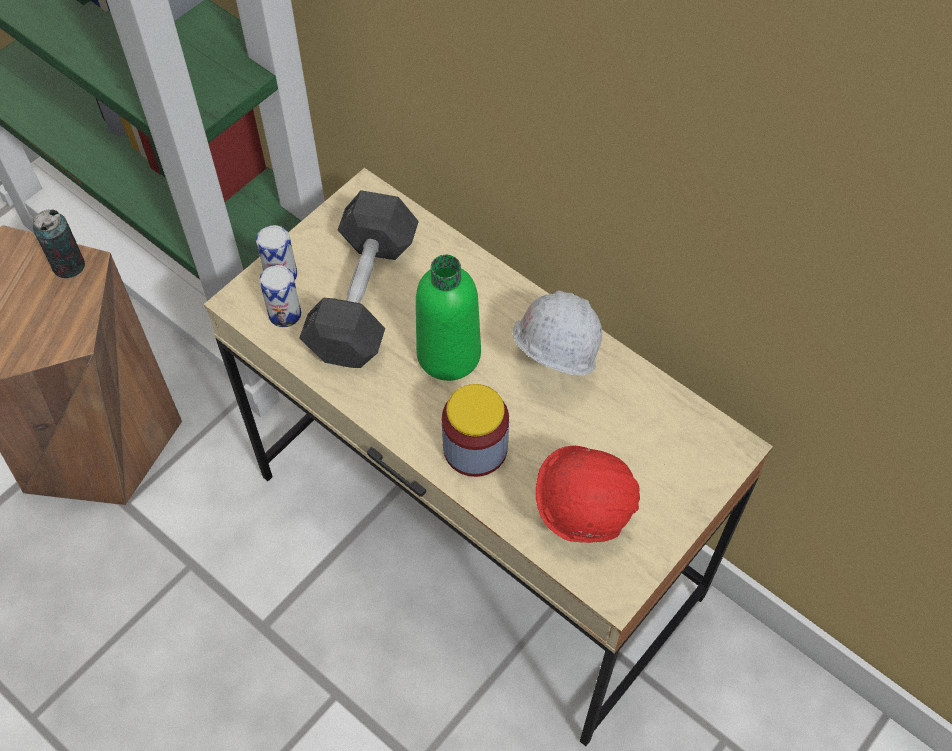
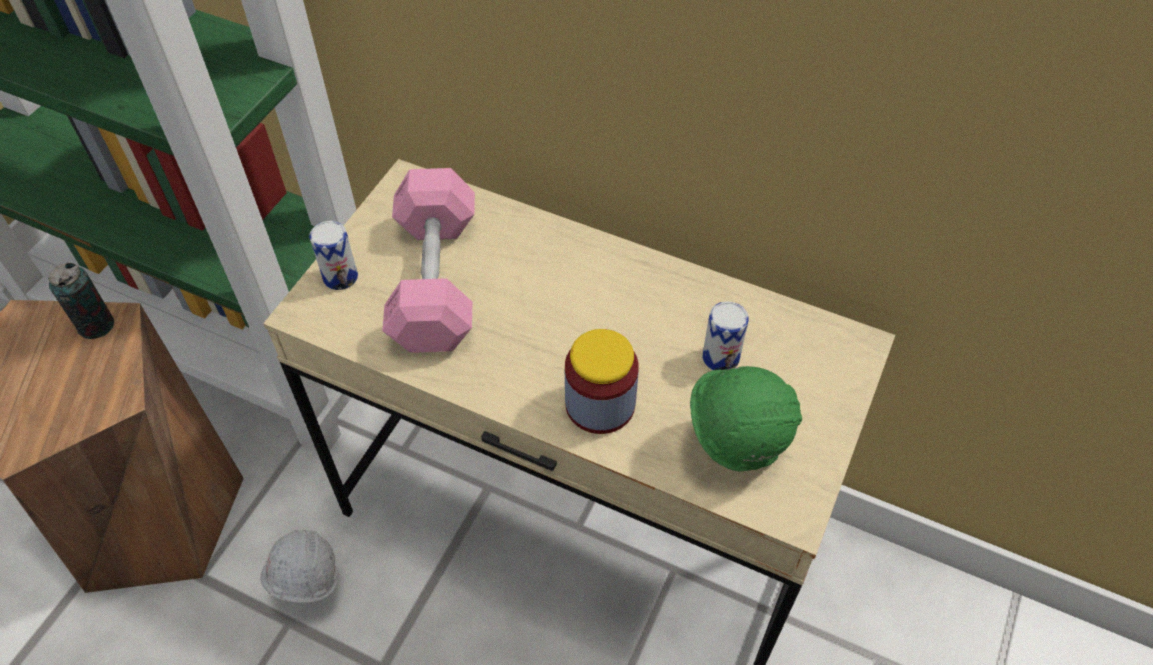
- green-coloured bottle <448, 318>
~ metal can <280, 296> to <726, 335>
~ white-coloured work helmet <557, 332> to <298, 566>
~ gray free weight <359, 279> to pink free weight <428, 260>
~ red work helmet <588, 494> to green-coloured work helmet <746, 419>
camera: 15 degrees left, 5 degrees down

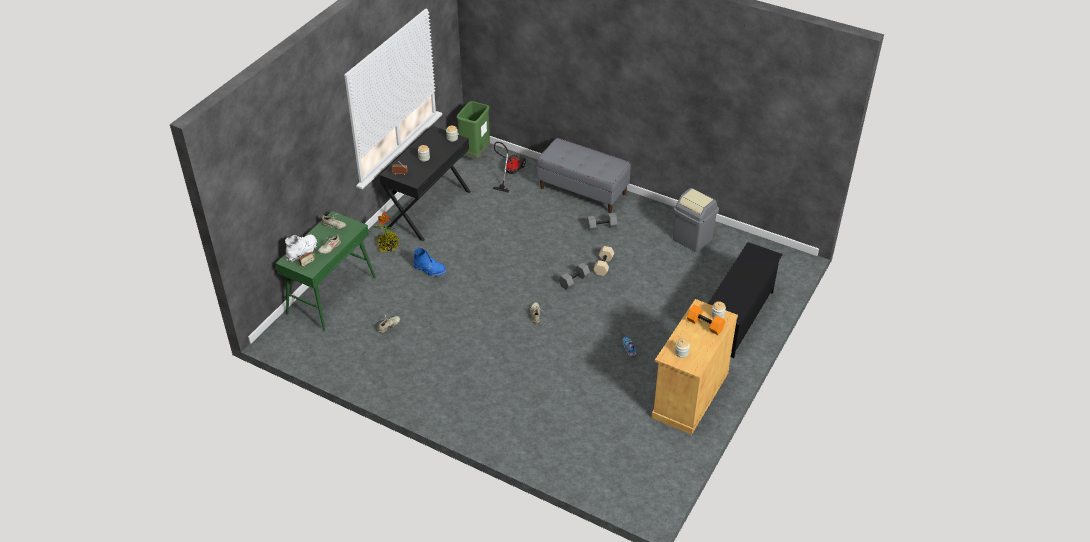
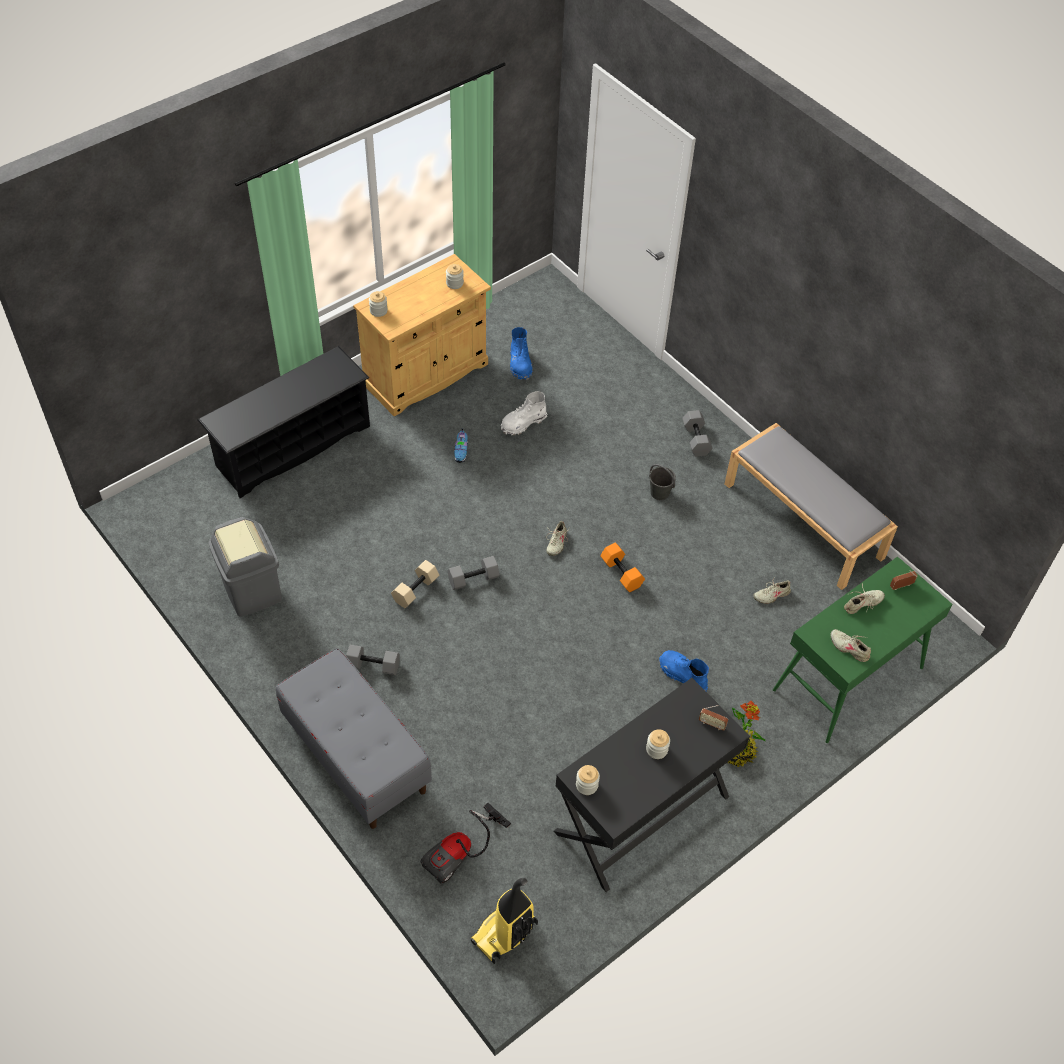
+ blue tall boot <521, 353>
+ gray bucket <662, 482>
+ gray free weight <697, 433>
+ gray bench <811, 506>
~ white-coloured tall boot <301, 248> to <524, 413>
~ orange free weight <706, 320> to <622, 567>
~ green-coloured waste bin <473, 130> to hoover <504, 921>
camera: 160 degrees left, 10 degrees up

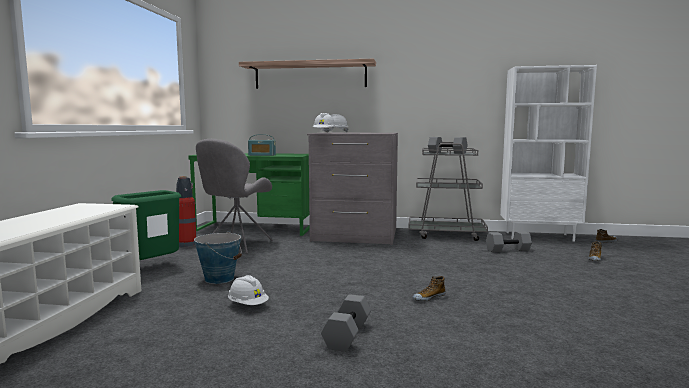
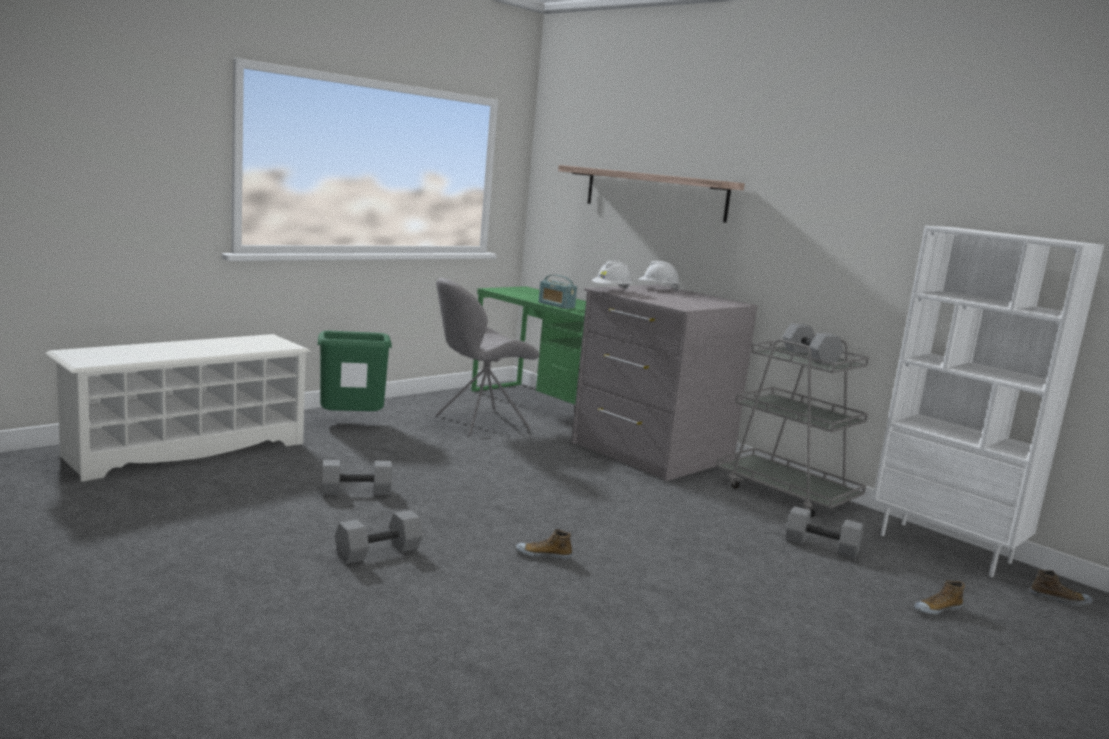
- fire extinguisher <186, 211>
- bucket <218, 257>
~ white-coloured work helmet <248, 290> to gray free weight <357, 477>
camera: 35 degrees right, 5 degrees up

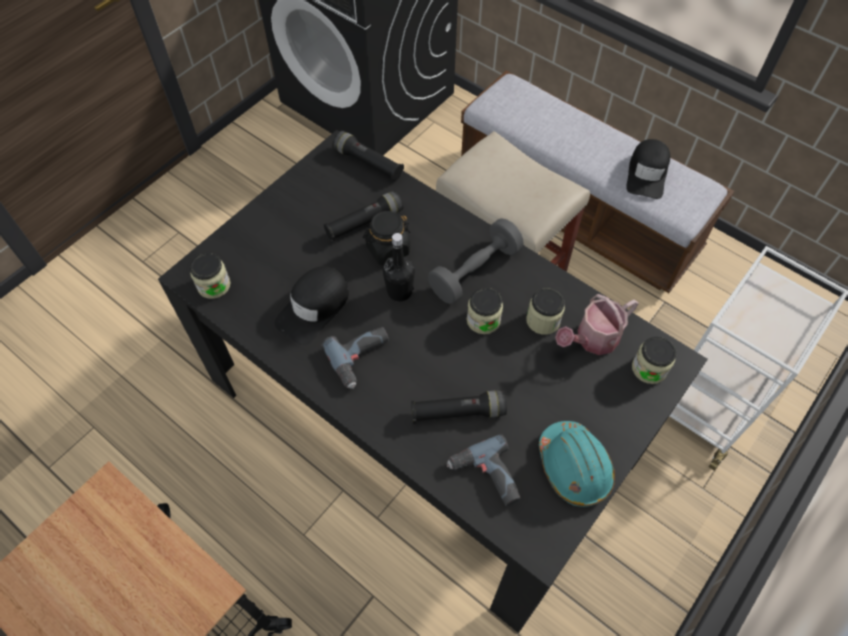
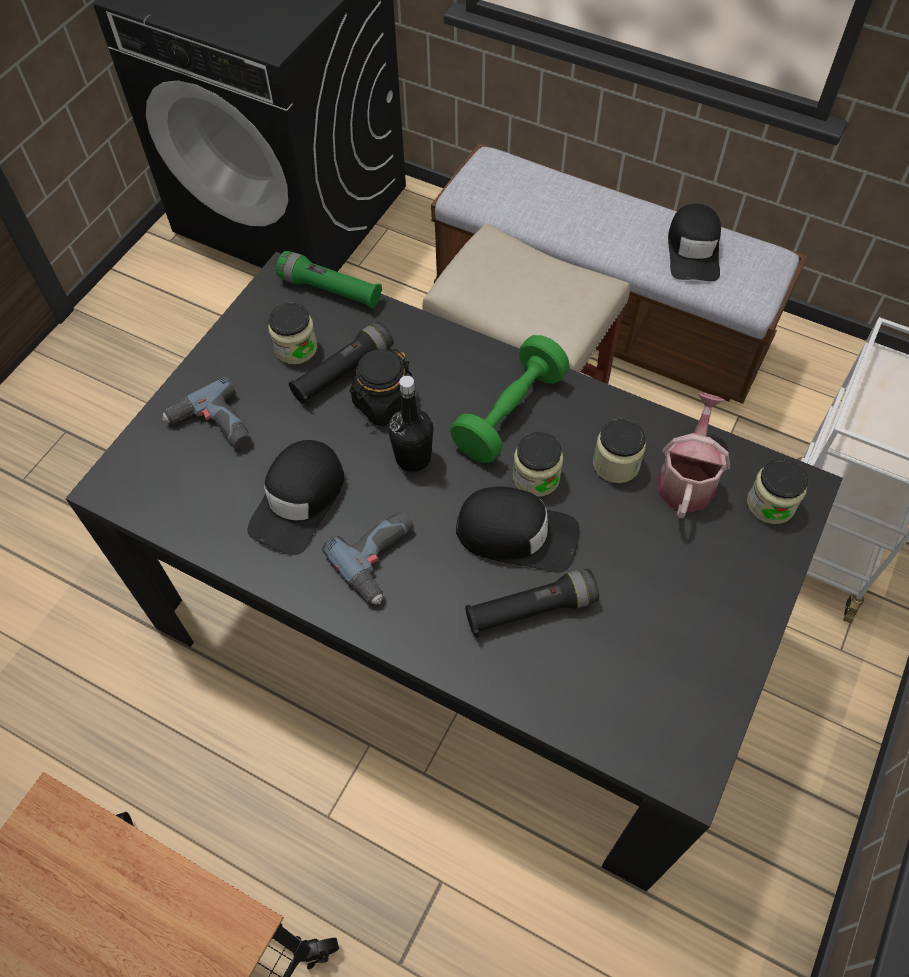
- turquoise-coloured work helmet <577, 464>
+ blackish cap <517, 529>
~ storage jar <210, 276> to <292, 333>
~ drill <483, 470> to <206, 412>
~ blackish torch <368, 156> to green-coloured torch <329, 279>
~ gray free weight <476, 261> to green-coloured free weight <510, 399>
~ watering pot <597, 324> = <693, 455> 150 degrees clockwise
camera: 10 degrees left, 0 degrees up

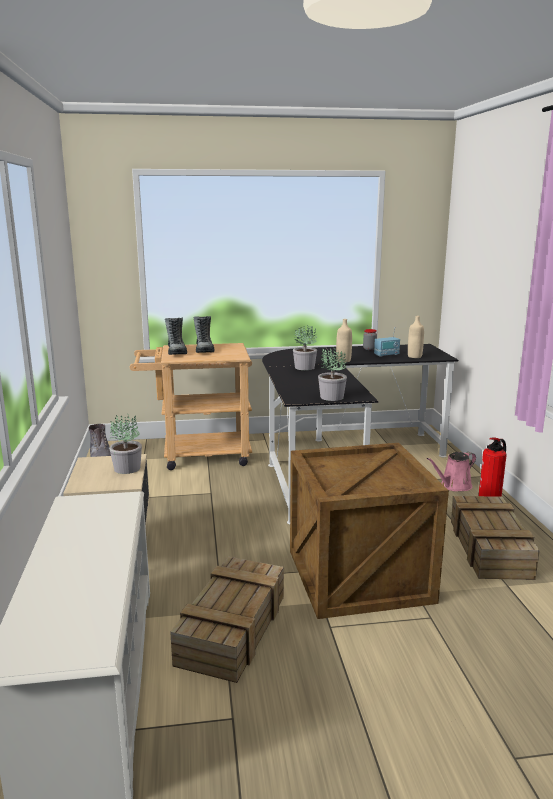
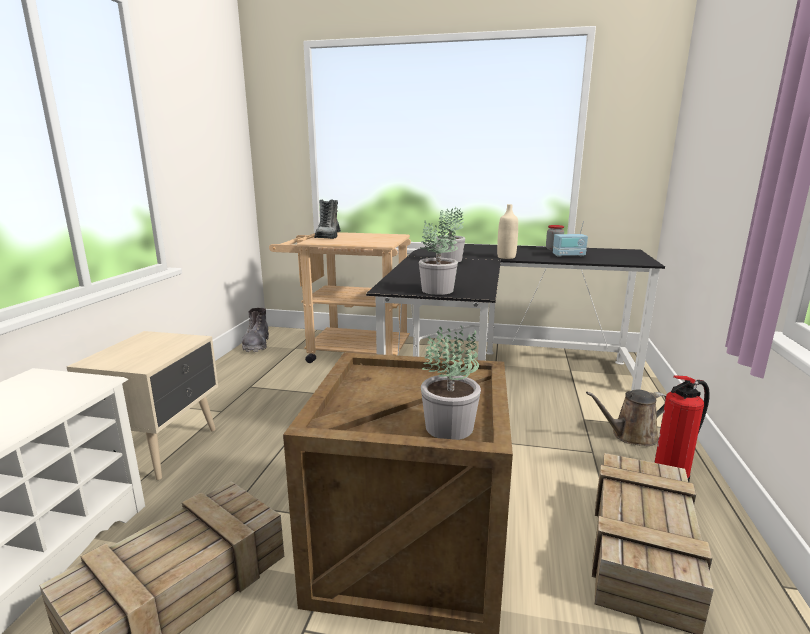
- tall boot <203, 334>
- sand-coloured bottle <416, 337>
~ plant in a pot <125, 444> to <451, 383>
~ pink watering pot <451, 471> to brown watering pot <626, 418>
camera: 20 degrees right, 0 degrees up

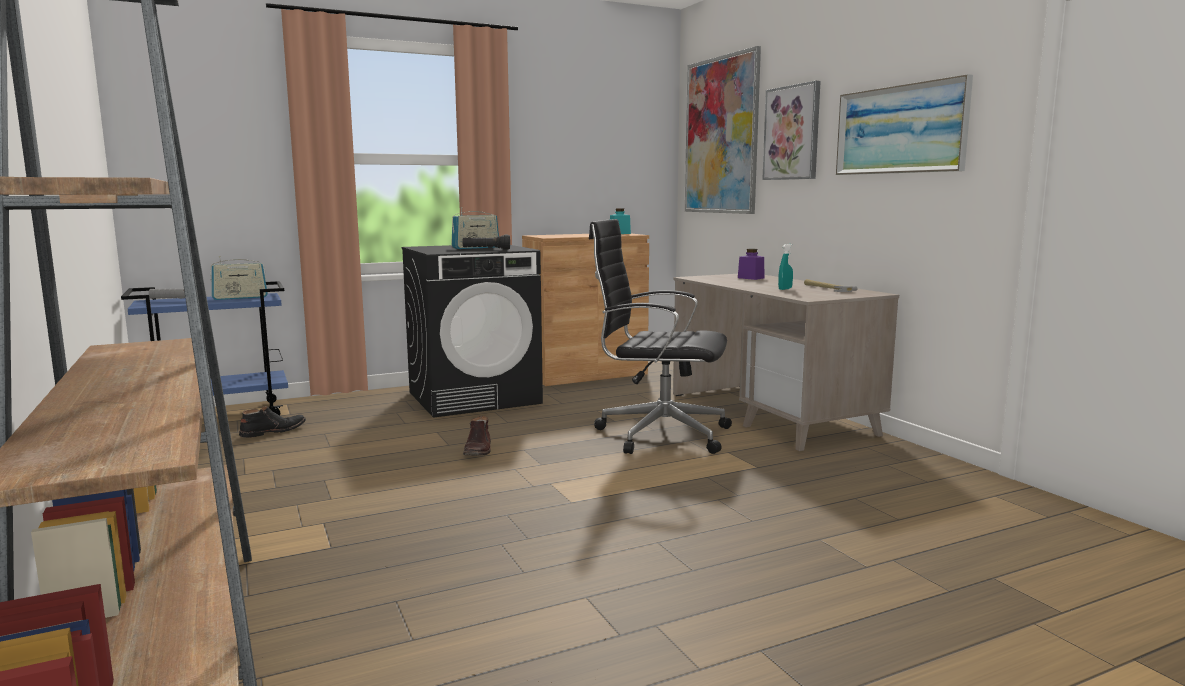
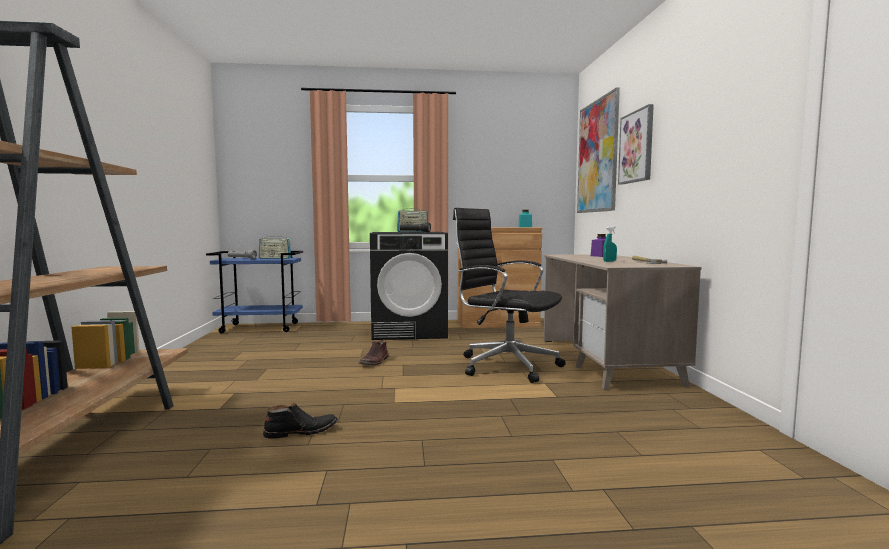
- wall picture <904, 124>
~ blackish tall boot <272, 422> to <300, 421>
camera: 20 degrees right, 5 degrees down

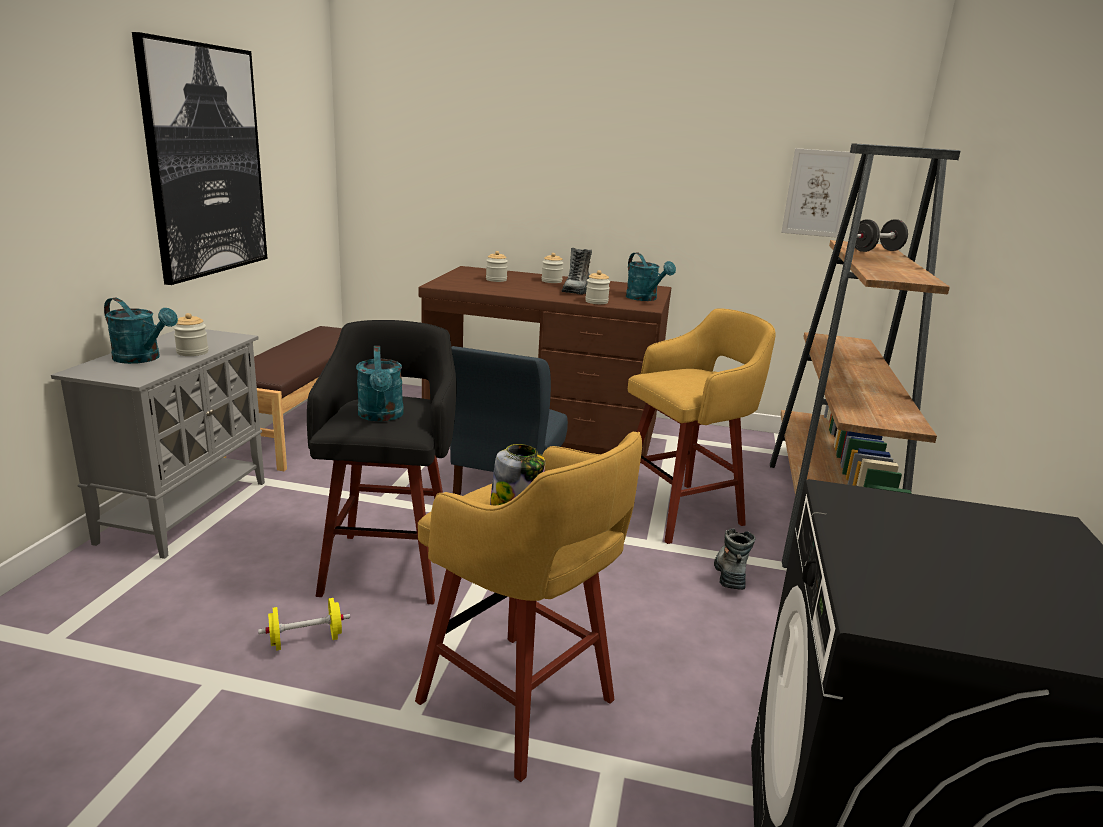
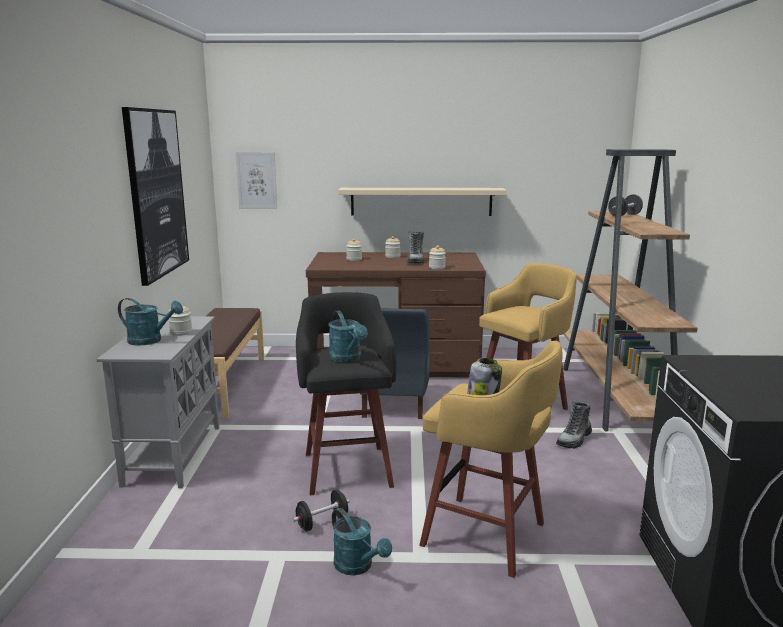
+ sand-coloured shelf <422, 202>
~ turquoise-coloured watering pot <651, 277> to <362, 541>
~ wall picture <818, 193> to <256, 180>
~ yellow-coloured free weight <304, 624> to blackish free weight <321, 511>
~ tall boot <735, 559> = <574, 425> 135 degrees counterclockwise
camera: 10 degrees left, 5 degrees down

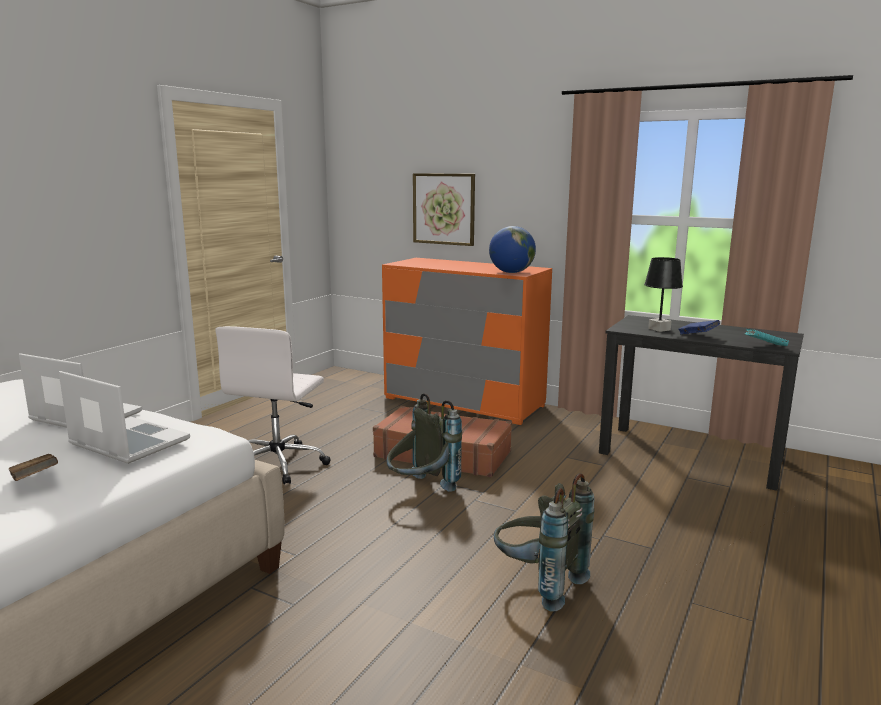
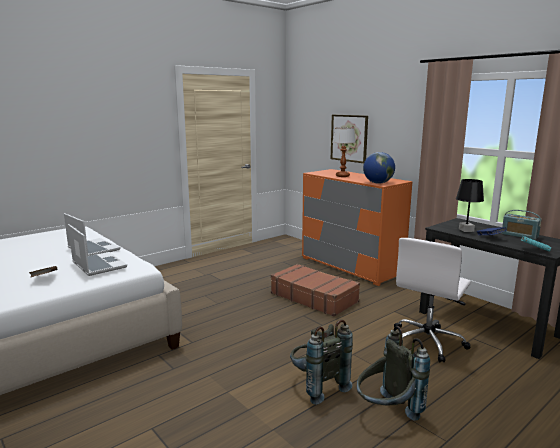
+ tabletop lamp <344, 152>
+ radio <522, 225>
~ white-coloured desk chair <273, 405> to <432, 300>
~ gray backpack <424, 442> to <393, 373>
camera: 20 degrees right, 0 degrees up

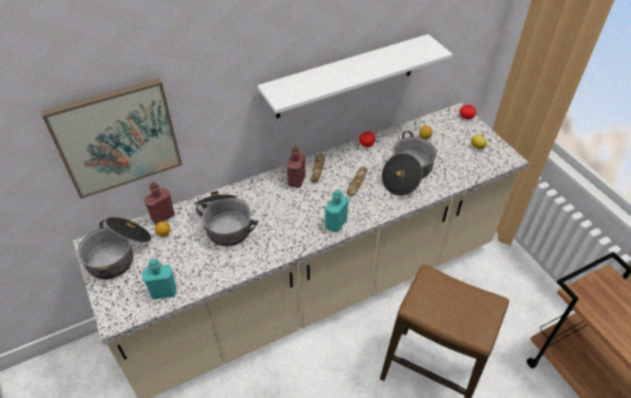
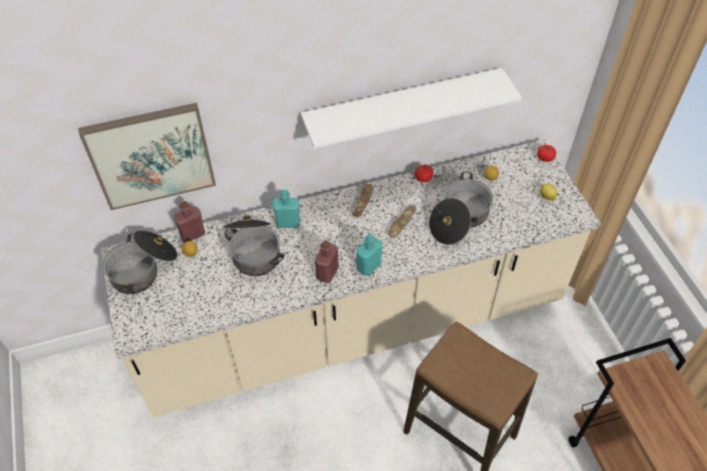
~ turquoise-coloured bottle <159, 279> to <286, 209>
~ red bottle <296, 167> to <327, 261>
camera: 10 degrees right, 5 degrees up

